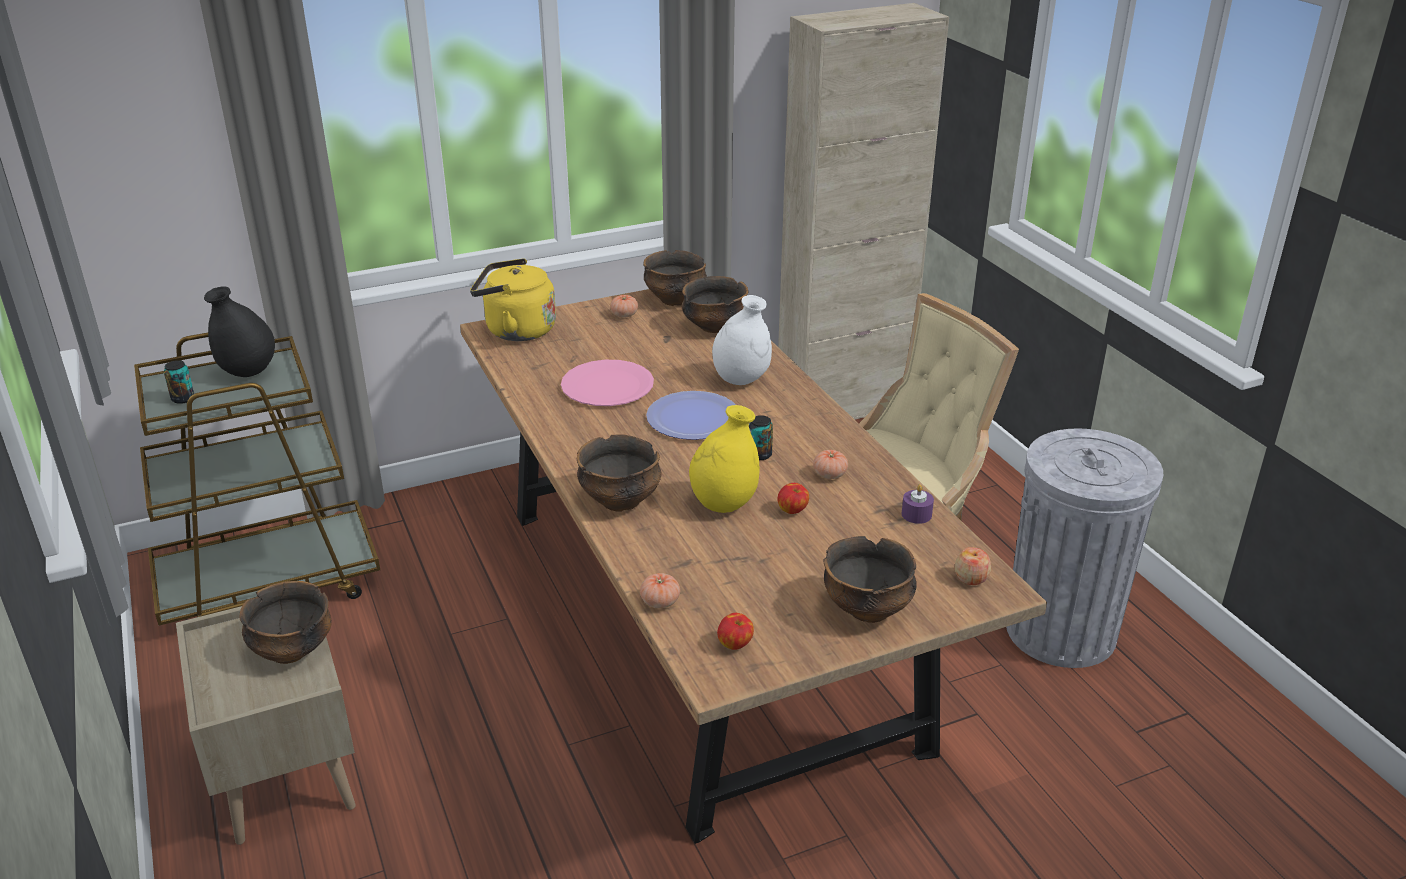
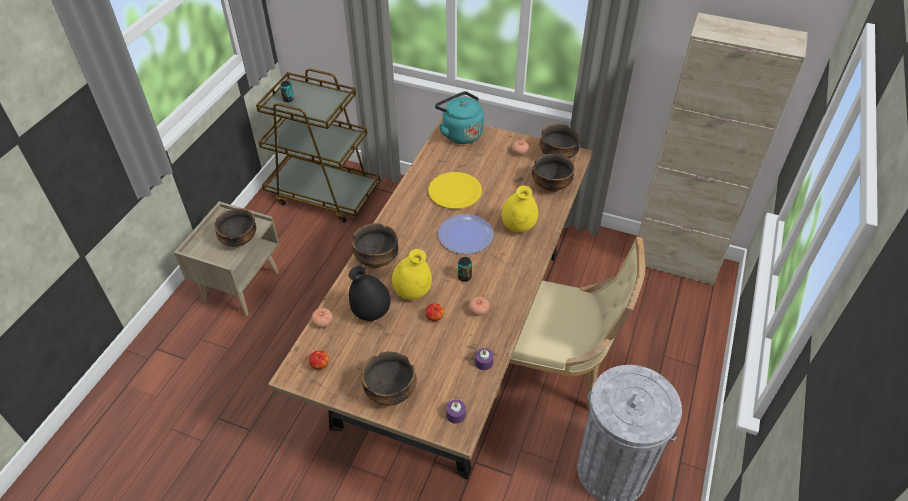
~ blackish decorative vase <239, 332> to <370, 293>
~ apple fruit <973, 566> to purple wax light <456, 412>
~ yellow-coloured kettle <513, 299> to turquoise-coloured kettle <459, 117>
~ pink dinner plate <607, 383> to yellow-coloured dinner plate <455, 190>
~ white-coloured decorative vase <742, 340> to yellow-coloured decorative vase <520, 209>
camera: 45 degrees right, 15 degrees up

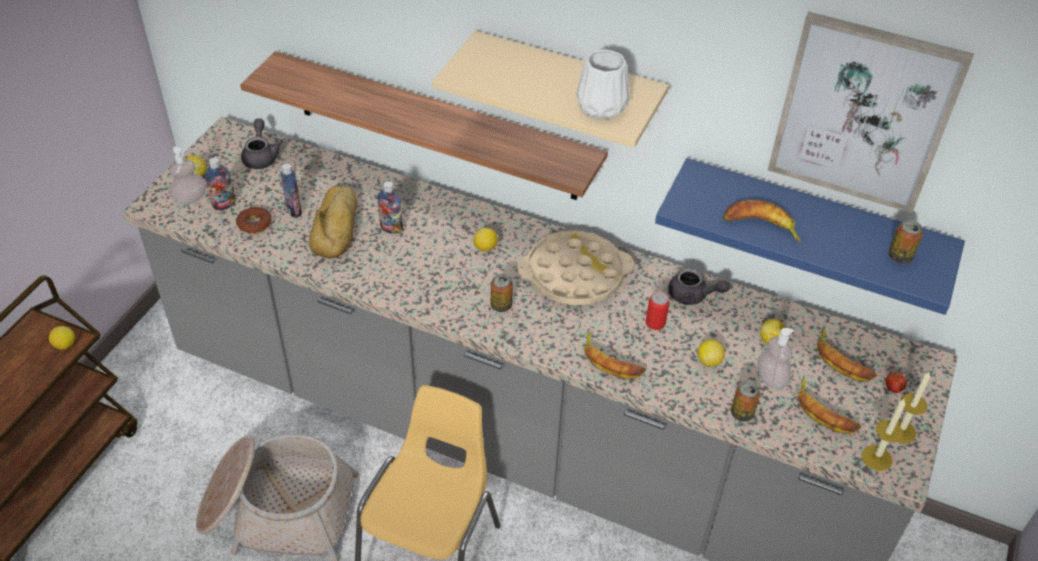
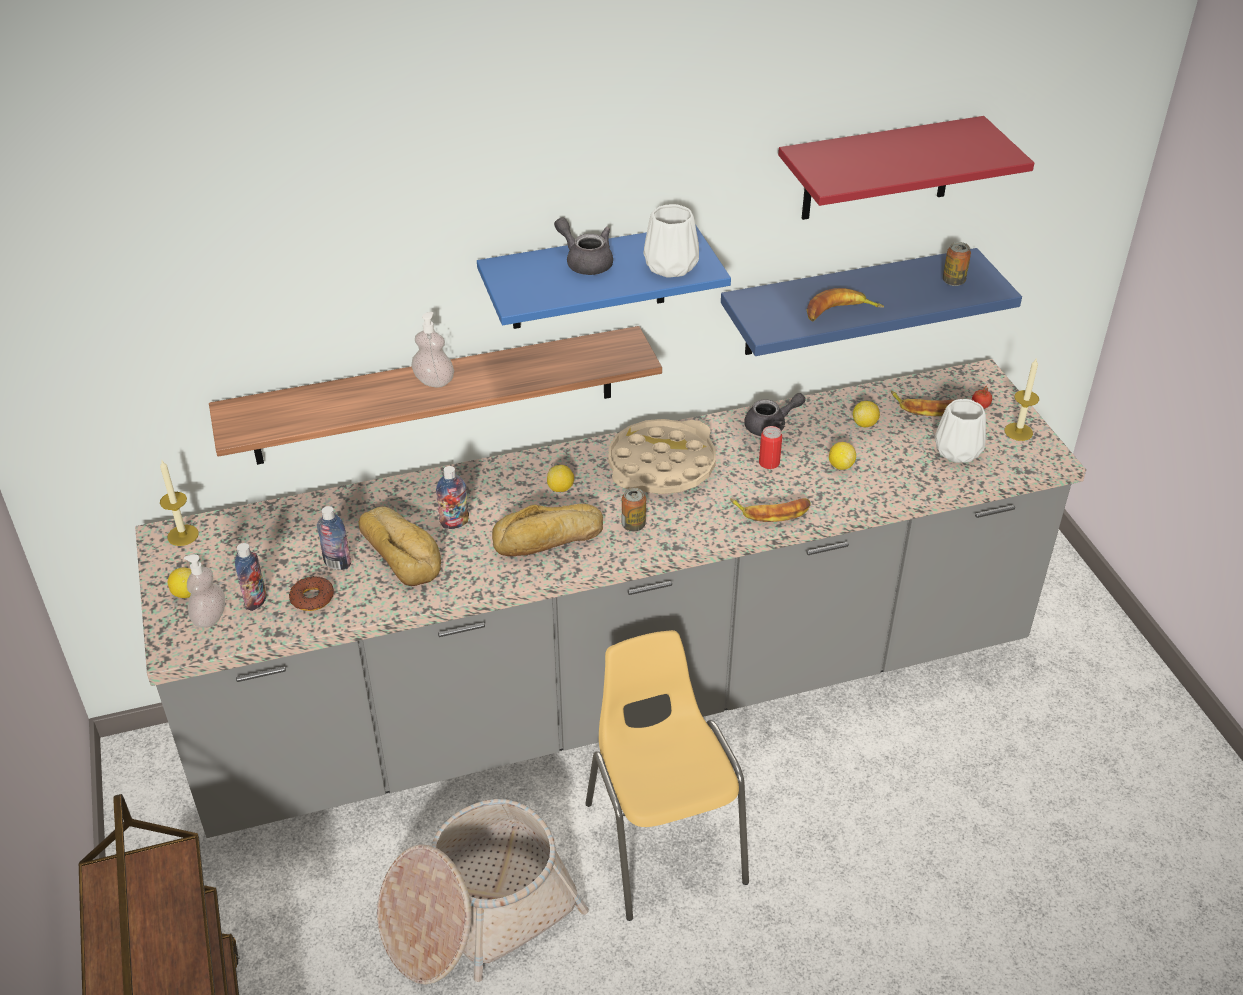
- whole lemon <62, 338>
- metal can <745, 401>
+ bakery bread <547, 530>
~ gray pot for tea <262, 143> to <583, 246>
~ soap dispenser <775, 358> to <433, 349>
~ wax light <883, 434> to <179, 502>
~ wall picture <871, 112> to red shelf <906, 168>
~ banana fruit <829, 405> to white-coloured decorative vase <960, 431>
~ sand-coloured shelf <550, 89> to blue shelf <604, 277>
camera: 40 degrees left, 5 degrees down

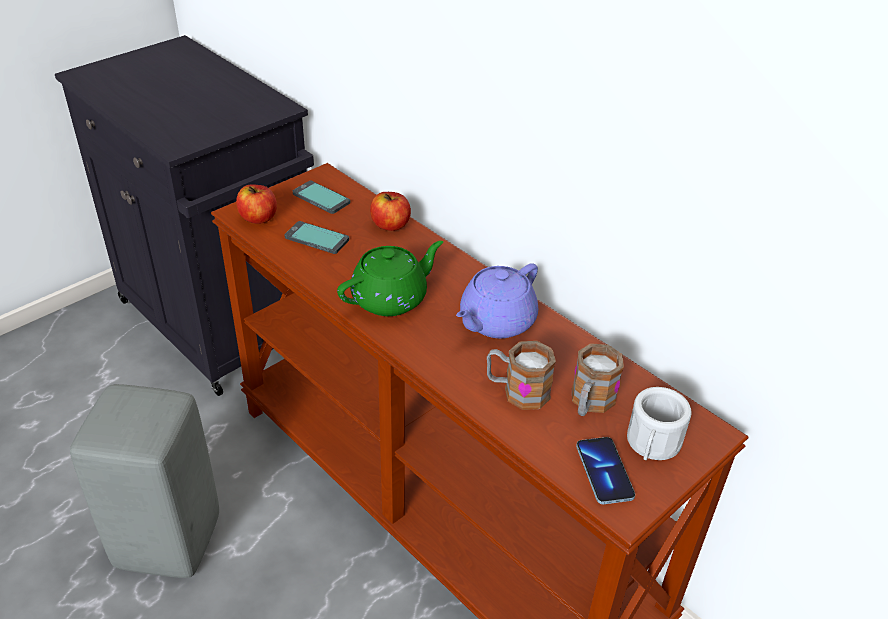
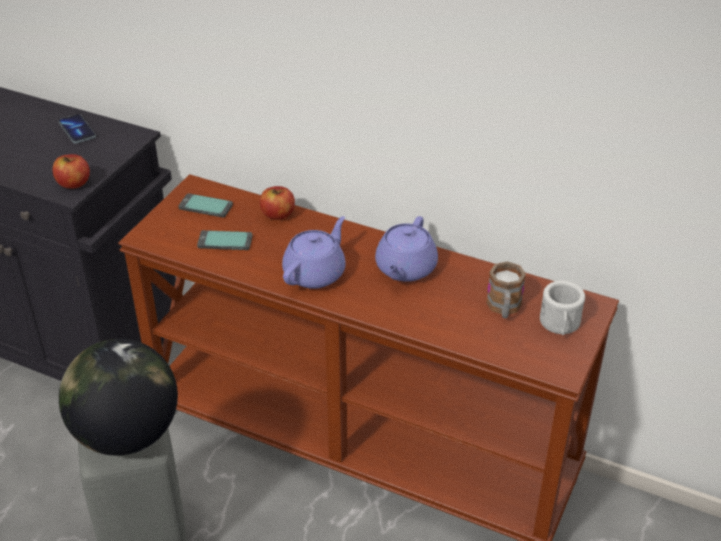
- coffee mug <521, 375>
+ desk globe <118, 397>
~ apple fruit <256, 204> to <71, 171>
~ handset <605, 470> to <77, 129>
~ green-coloured pot for tea <390, 278> to purple pot for tea <314, 252>
camera: 20 degrees left, 0 degrees up

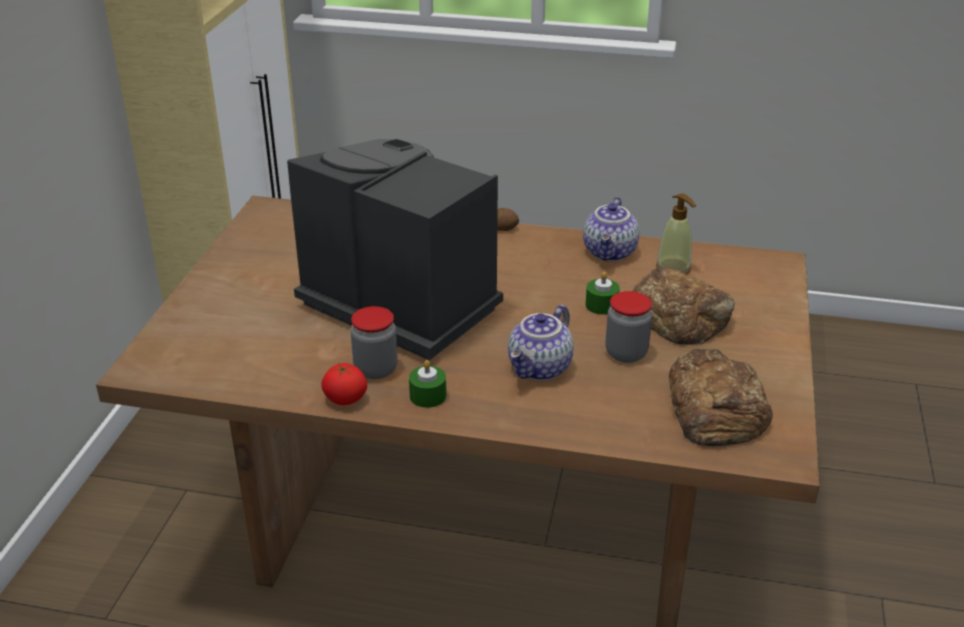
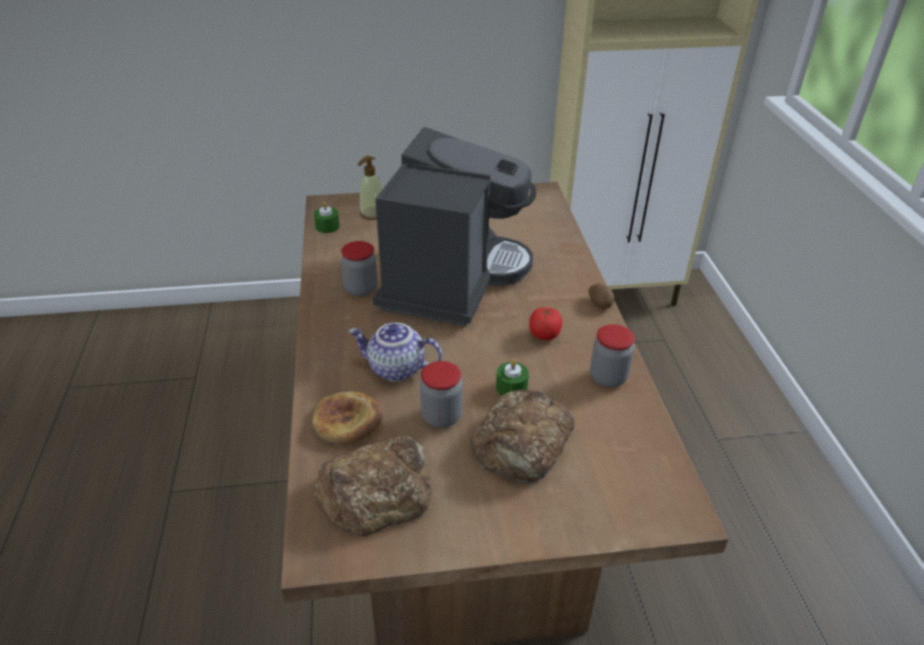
+ bakery bread <347, 418>
~ tomato <344, 384> to <545, 323>
~ green-coloured wax light <427, 384> to <327, 217>
~ soap dispenser <676, 234> to <370, 188>
~ pot for tea <611, 229> to storage jar <612, 356>
camera: 70 degrees right, 5 degrees up

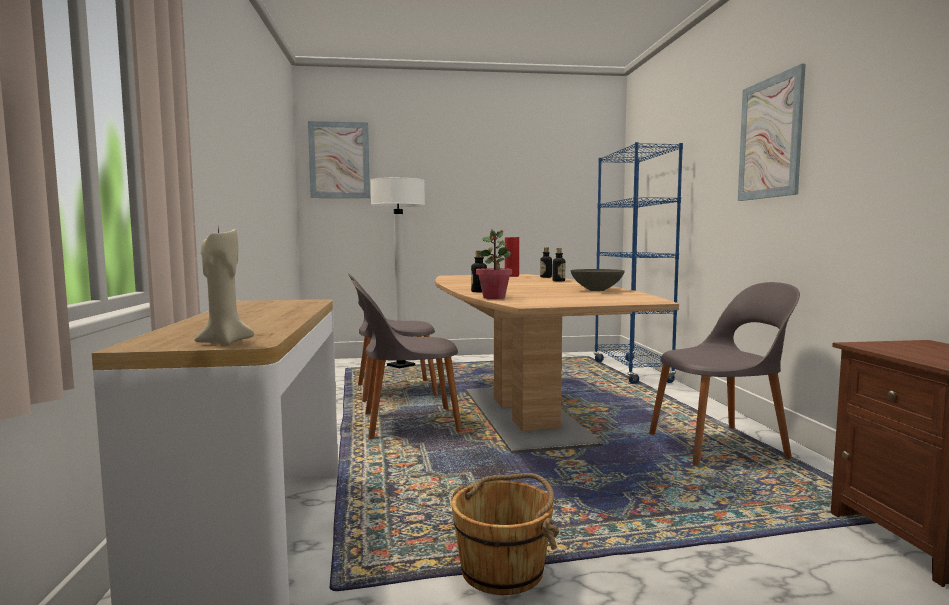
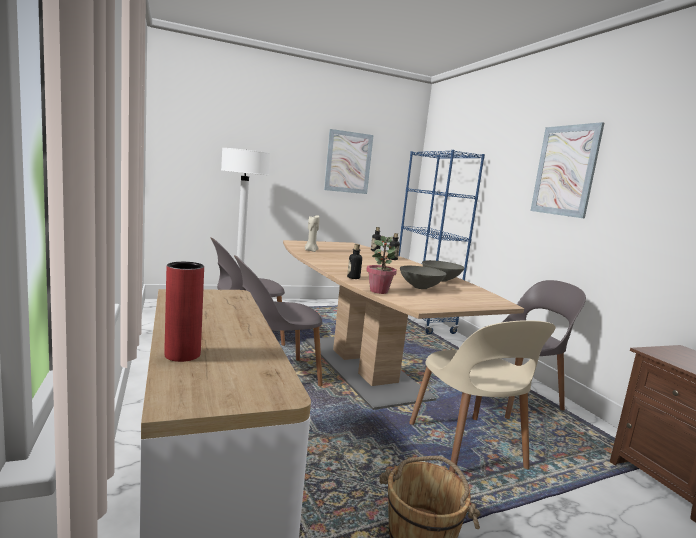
+ gray deep dish <423, 277>
+ sand-coloured plain chair <482, 397>
~ sand-coloured wax light <224, 286> to <312, 233>
~ wall picture <339, 159> to <349, 161>
~ red decorative vase <512, 257> to <184, 312>
camera: 15 degrees left, 5 degrees up

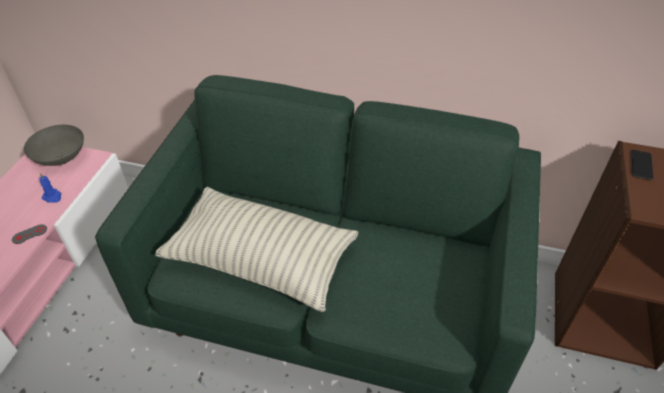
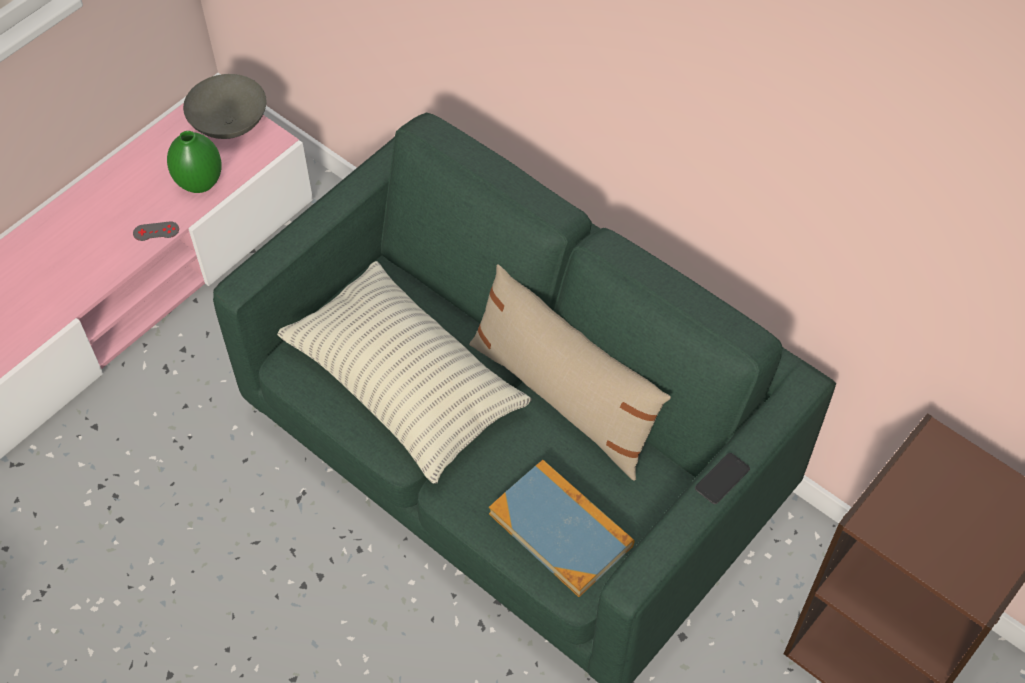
+ sand-coloured cushion <570, 372>
+ volume <561, 528>
~ handset <642, 165> to <722, 478>
~ blue wax light <50, 188> to green-coloured decorative vase <194, 162>
camera: 25 degrees right, 10 degrees up

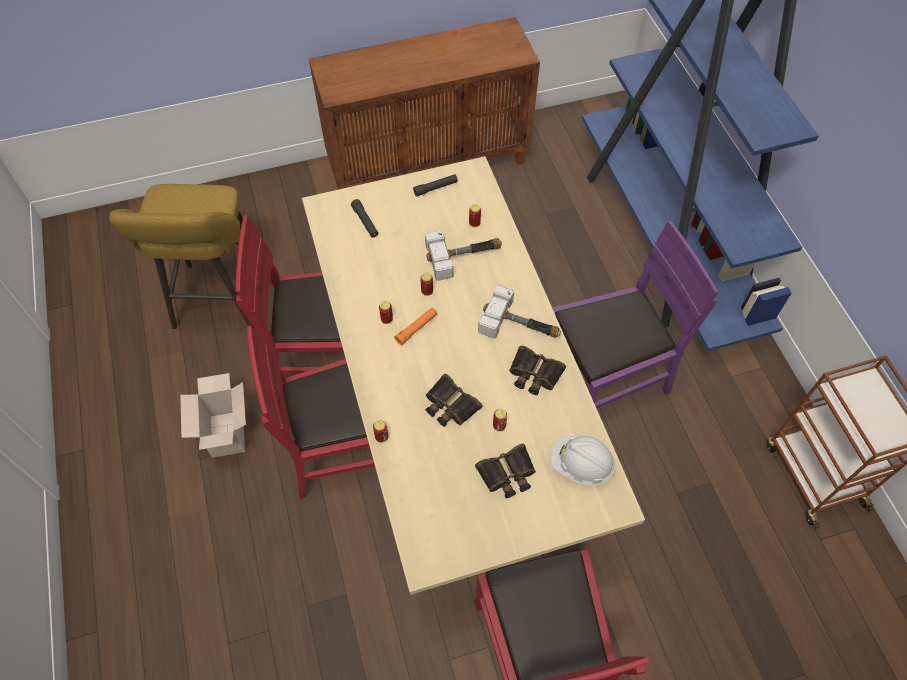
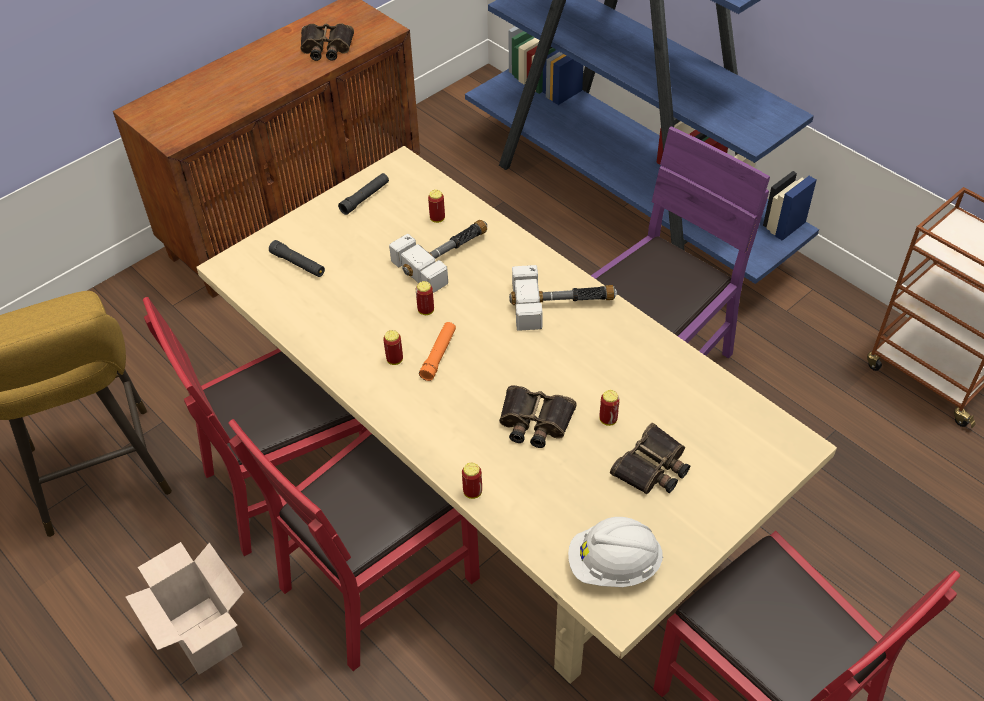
~ binoculars <537, 370> to <327, 42>
~ white-coloured work helmet <583, 461> to <615, 552>
camera: 25 degrees left, 10 degrees down

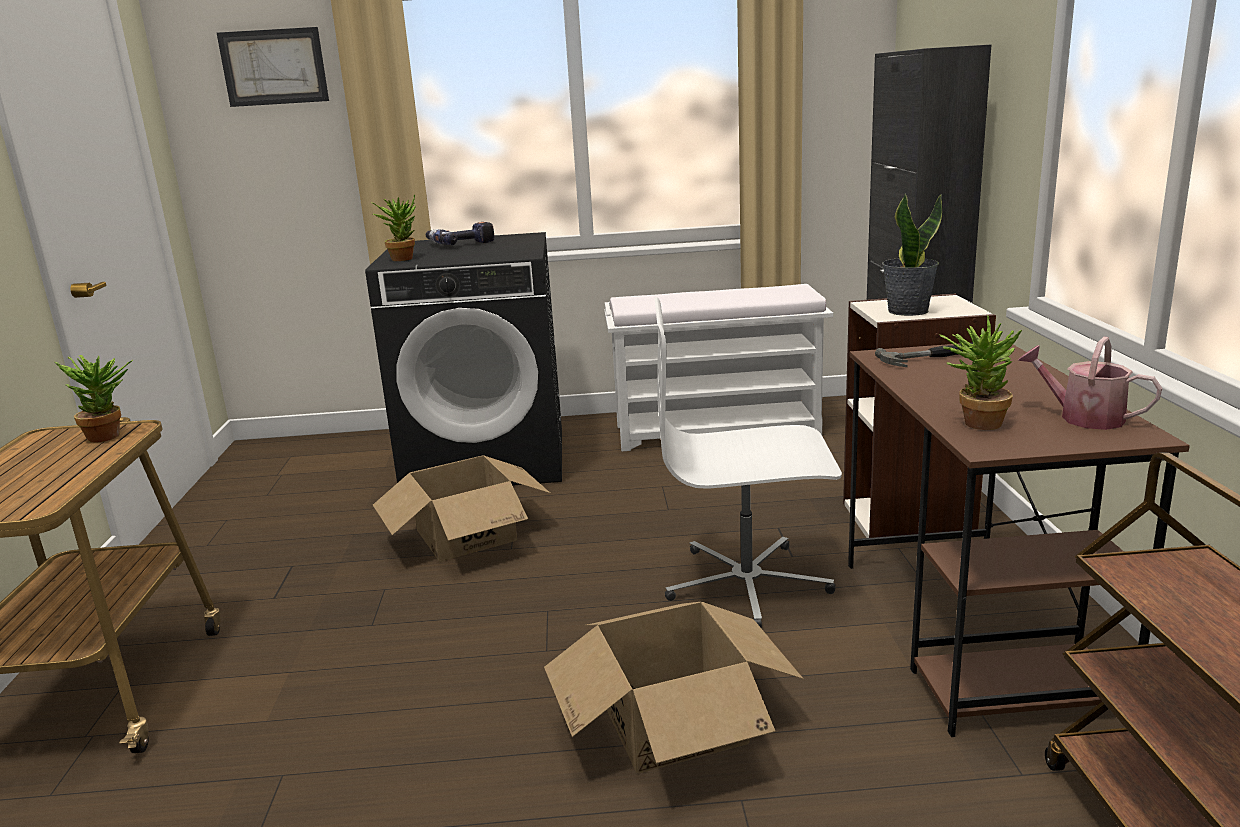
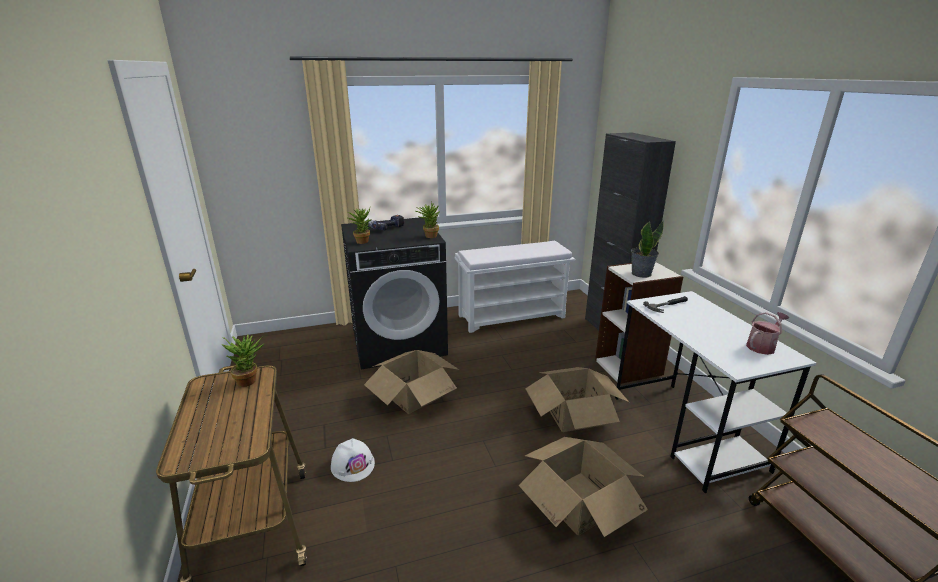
- wall picture <273, 67>
+ white-coloured work helmet <353, 460>
~ plant in a pot <980, 373> to <427, 219>
~ white-coloured desk chair <748, 462> to carton <577, 399>
~ brown desk unit <1019, 538> to white-coloured desk unit <715, 392>
~ watering pot <1090, 383> = <767, 333> 120 degrees clockwise
camera: 15 degrees left, 5 degrees up

